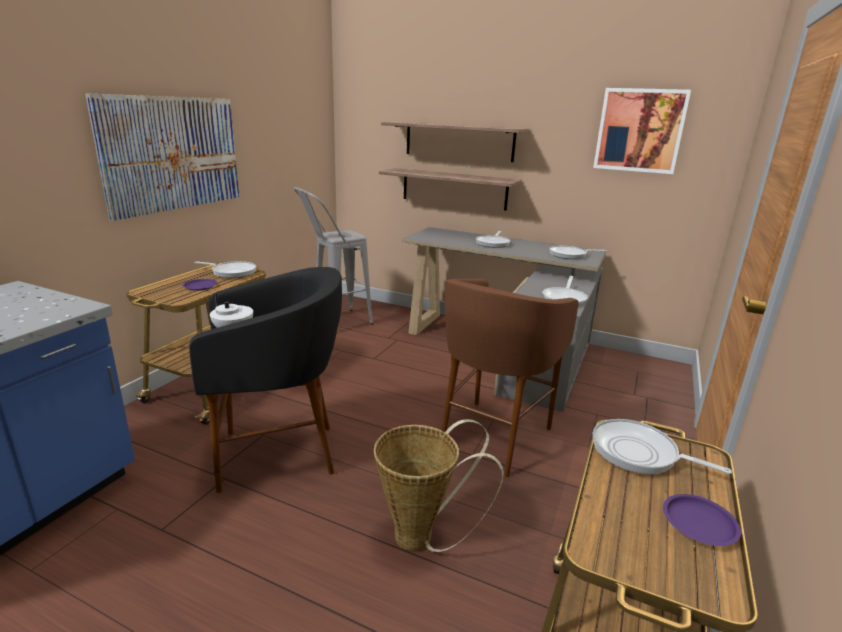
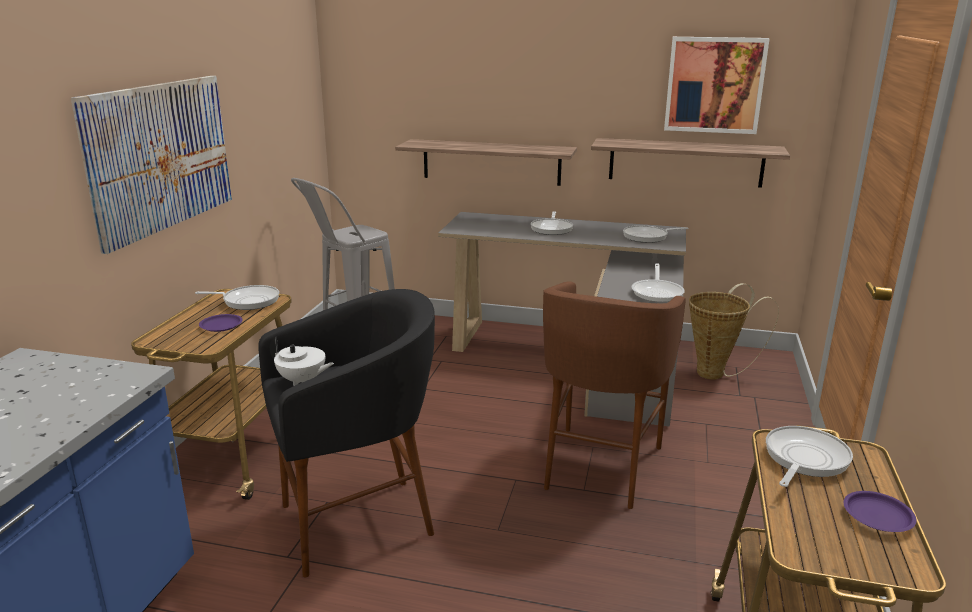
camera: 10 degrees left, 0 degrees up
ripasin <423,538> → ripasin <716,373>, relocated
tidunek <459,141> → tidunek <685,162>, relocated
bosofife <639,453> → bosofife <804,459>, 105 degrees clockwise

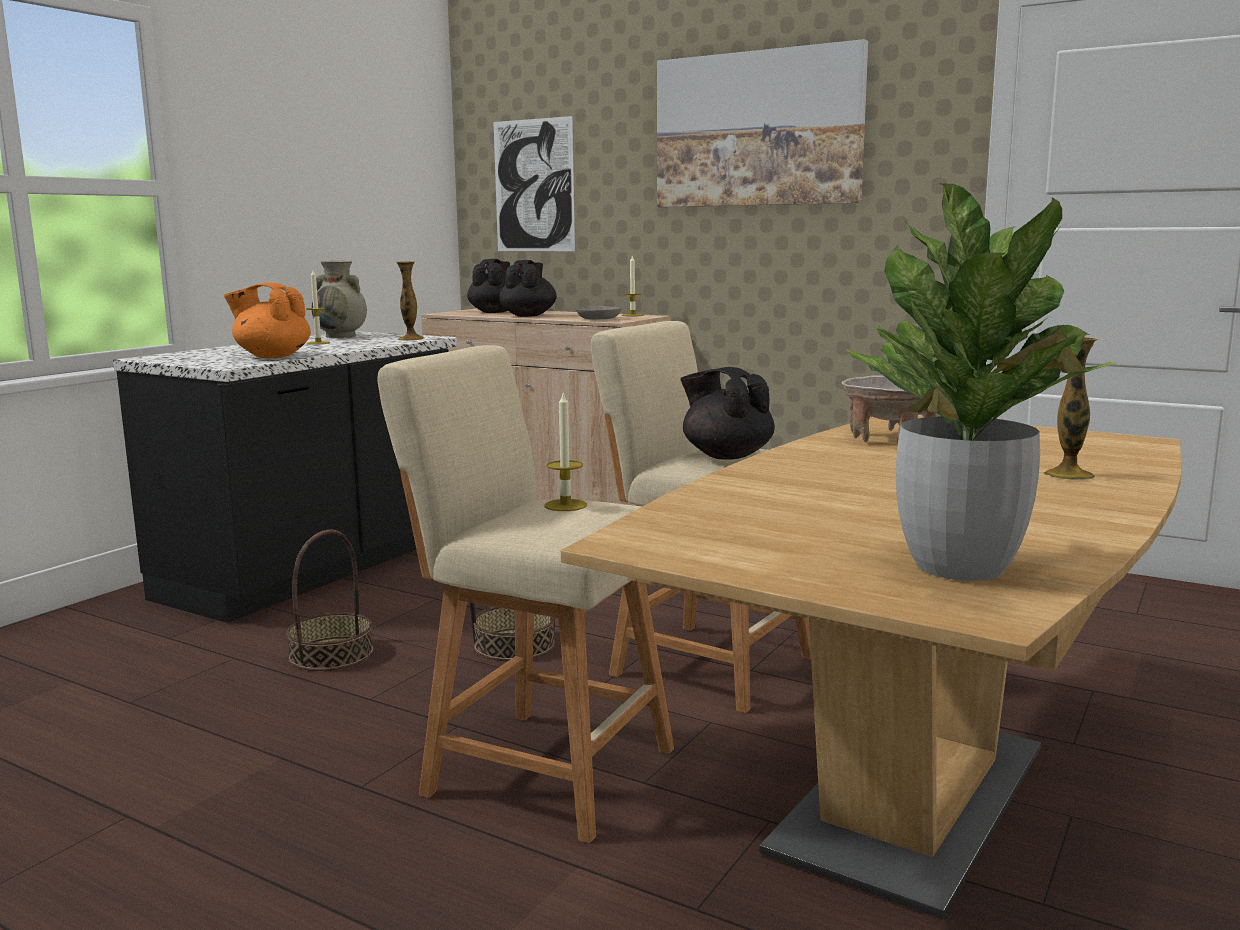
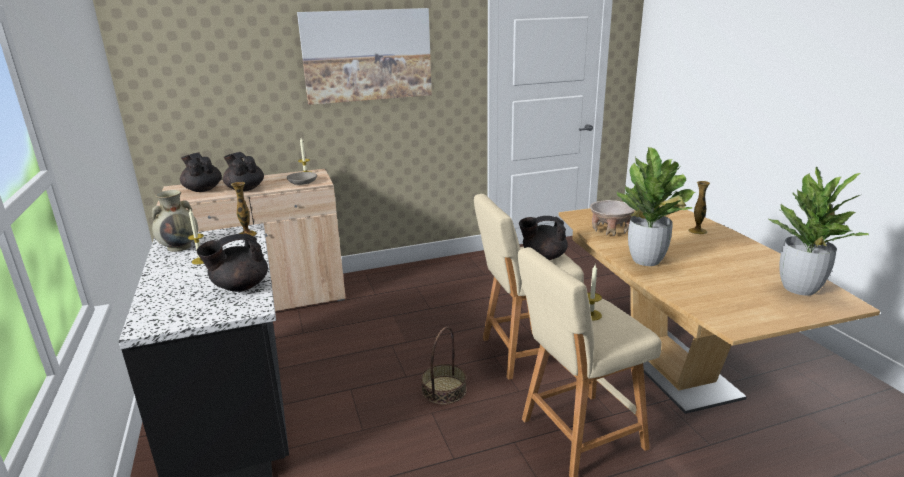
camera: 50 degrees left, 10 degrees up
ripasin <331,654> → -
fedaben <534,186> → -
- → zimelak <646,260>
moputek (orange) <272,356> → moputek (black) <239,287>

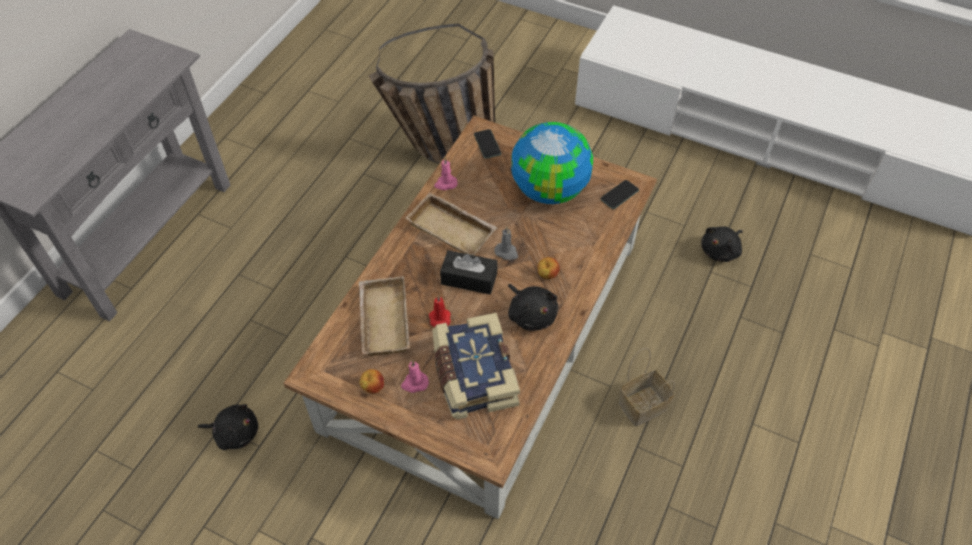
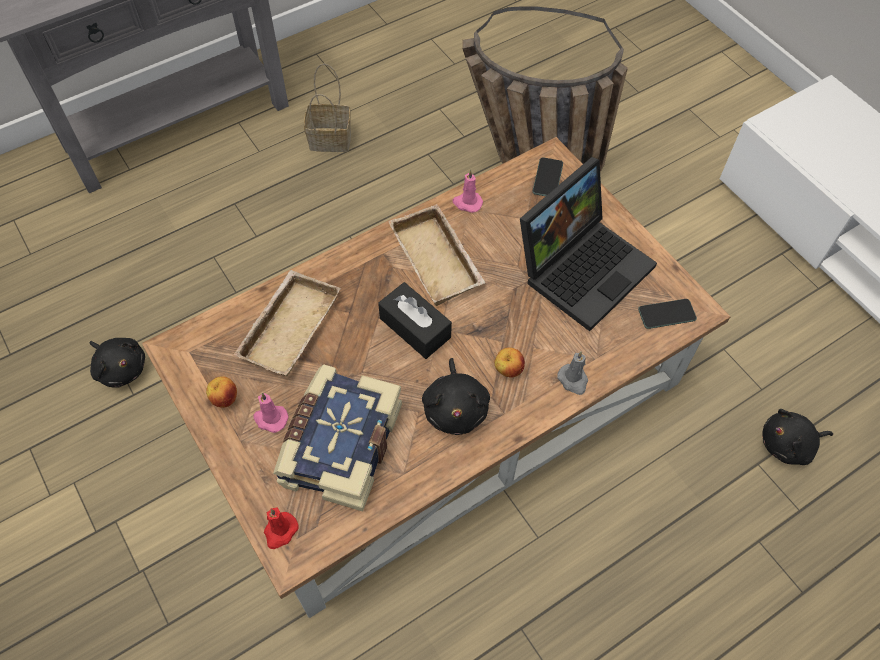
camera: 30 degrees right, 5 degrees up
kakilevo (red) <440,320> → kakilevo (red) <280,531>, relocated
kakilevo (grey) <506,252> → kakilevo (grey) <573,380>, relocated
ripasin <643,404> → ripasin <331,139>, relocated
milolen <549,189> → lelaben <583,265>

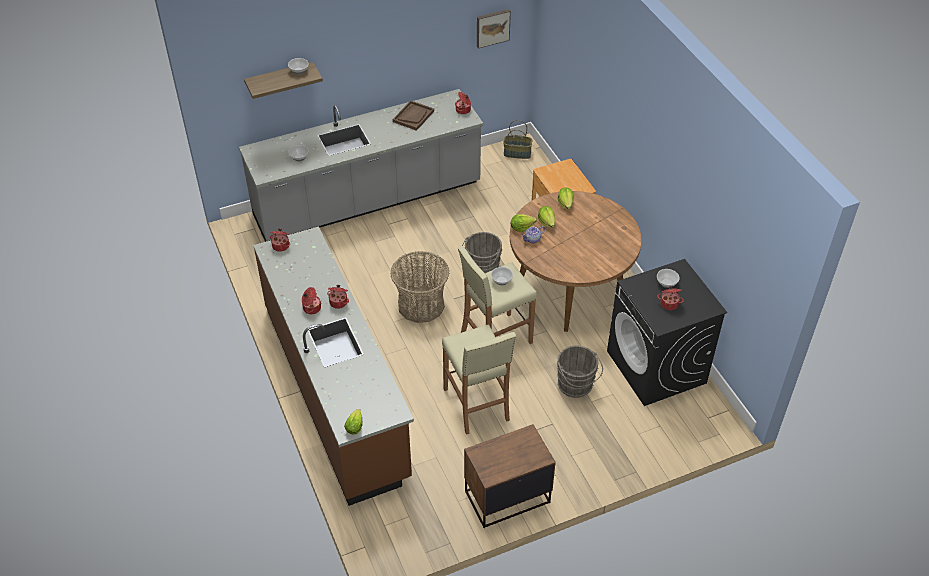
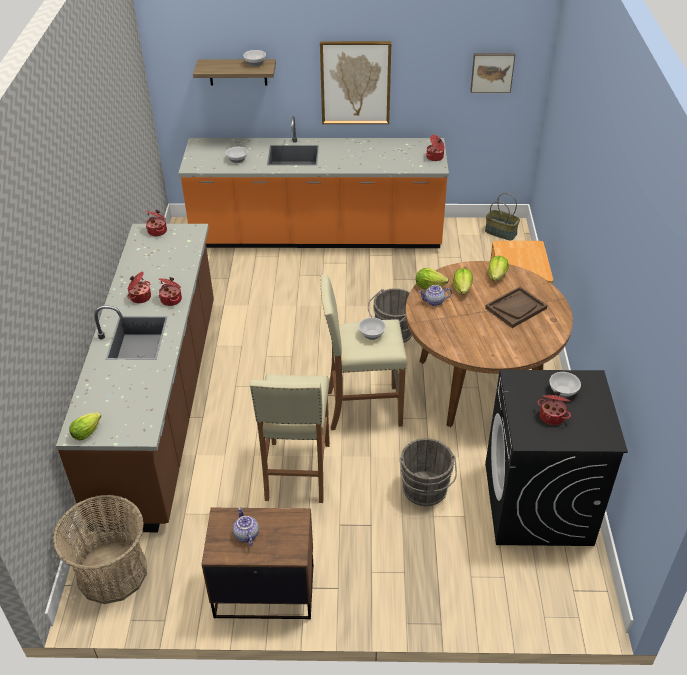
camera: 25 degrees right, 5 degrees down
- → moputek <246,535>
- → fedaben <355,83>
ripasin <421,305> → ripasin <112,572>, relocated
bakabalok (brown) <413,116> → bakabalok (brown) <516,308>, relocated
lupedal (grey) <368,201> → lupedal (orange) <317,236>

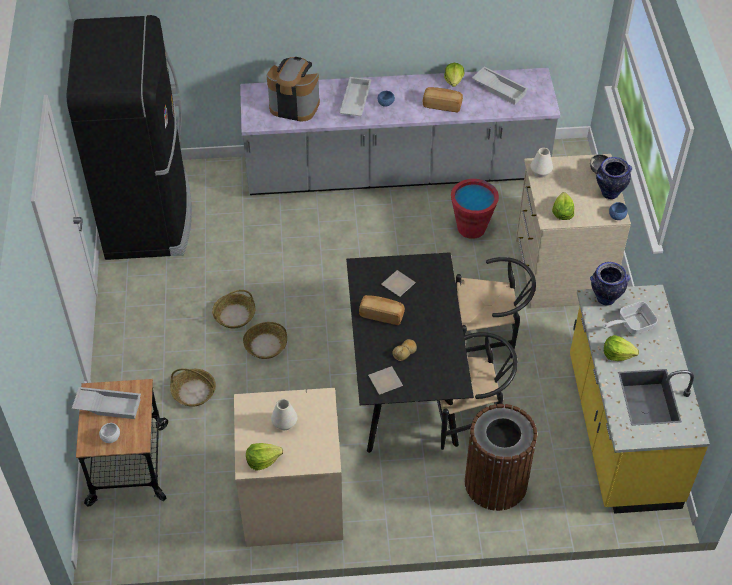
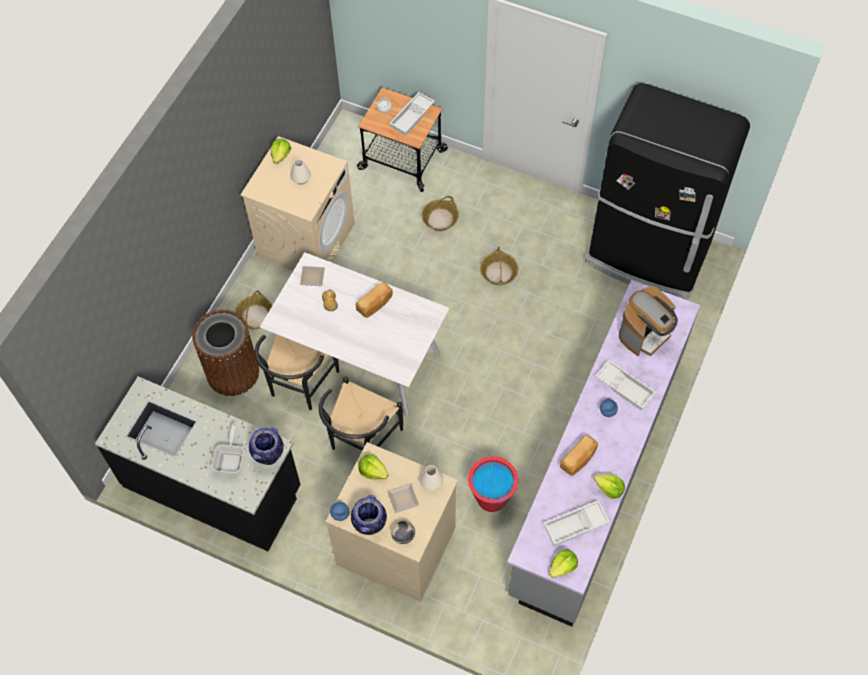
camera: 120 degrees right, 10 degrees up
ripasin <265,345> → ripasin <255,316>, relocated
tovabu <398,283> → tovabu <404,499>, relocated
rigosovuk <617,354> → rigosovuk <562,566>, relocated
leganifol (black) <403,381> → leganifol (white) <361,358>
lupedal (yellow) <620,432> → lupedal (black) <213,486>

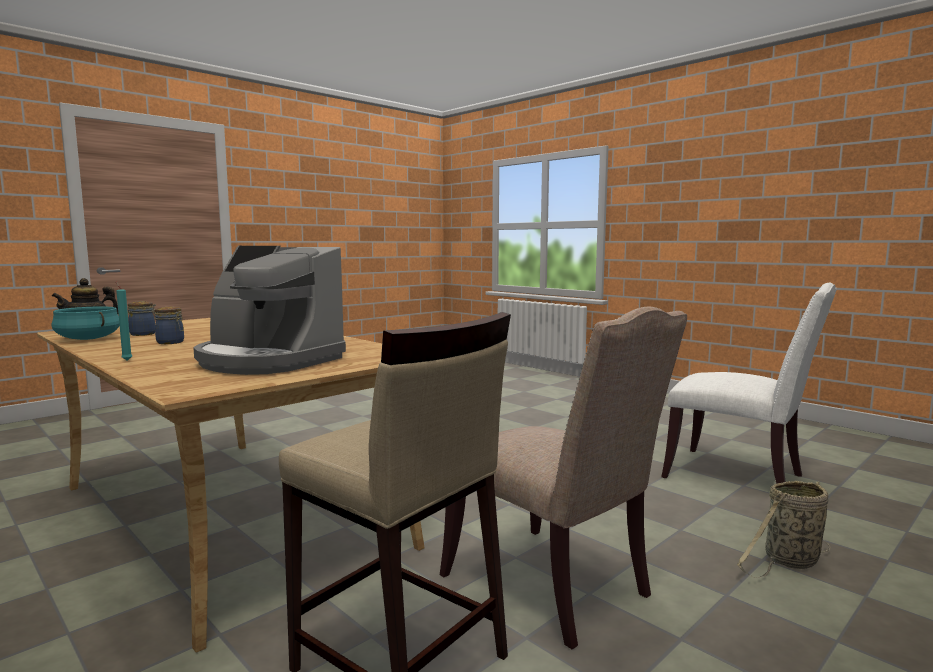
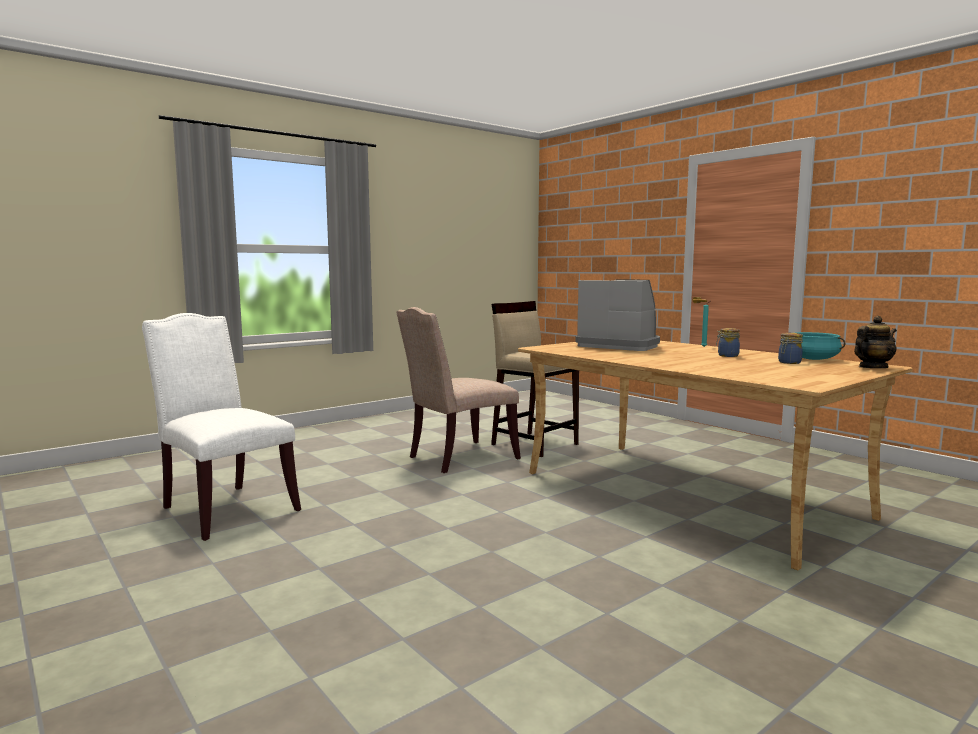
camera: 175 degrees left, 0 degrees up
ripasin <789,562> → -
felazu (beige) <553,587> → felazu (beige) <458,458>, 90 degrees counterclockwise

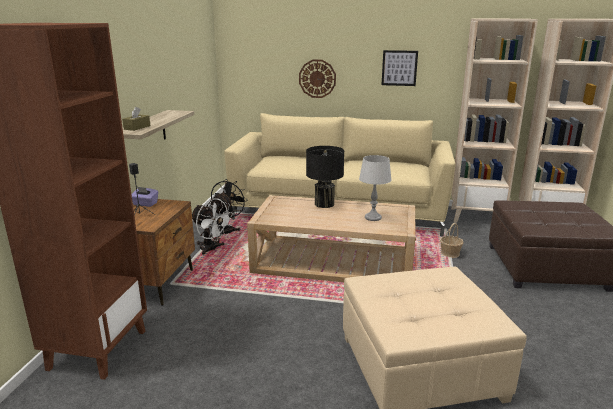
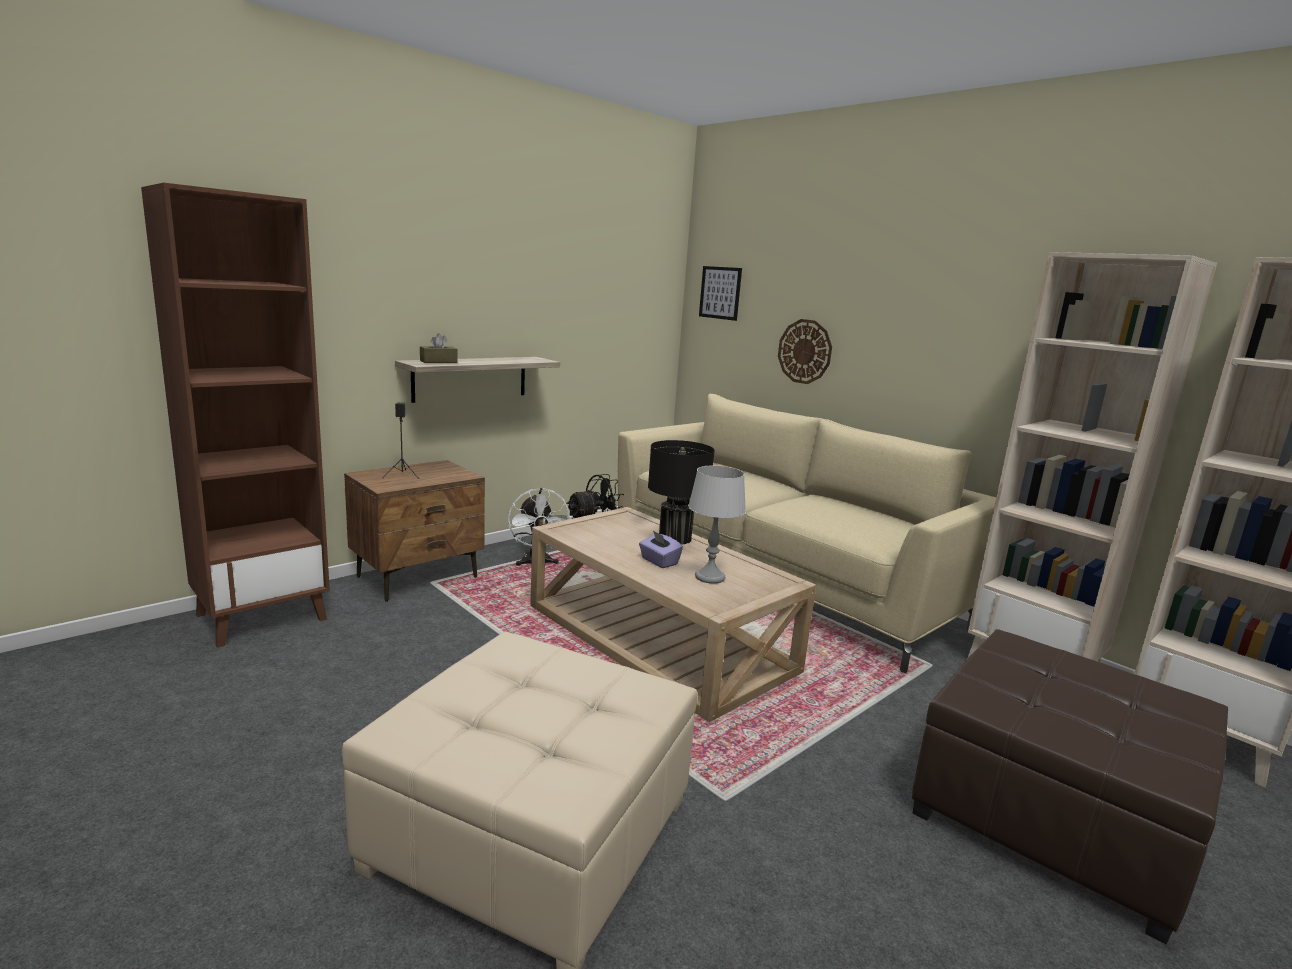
camera: 35 degrees right, 5 degrees down
ripasin <450,253> → -
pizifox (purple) <145,204> → pizifox (purple) <659,561>, relocated
fedaben <399,68> → fedaben <720,293>, relocated

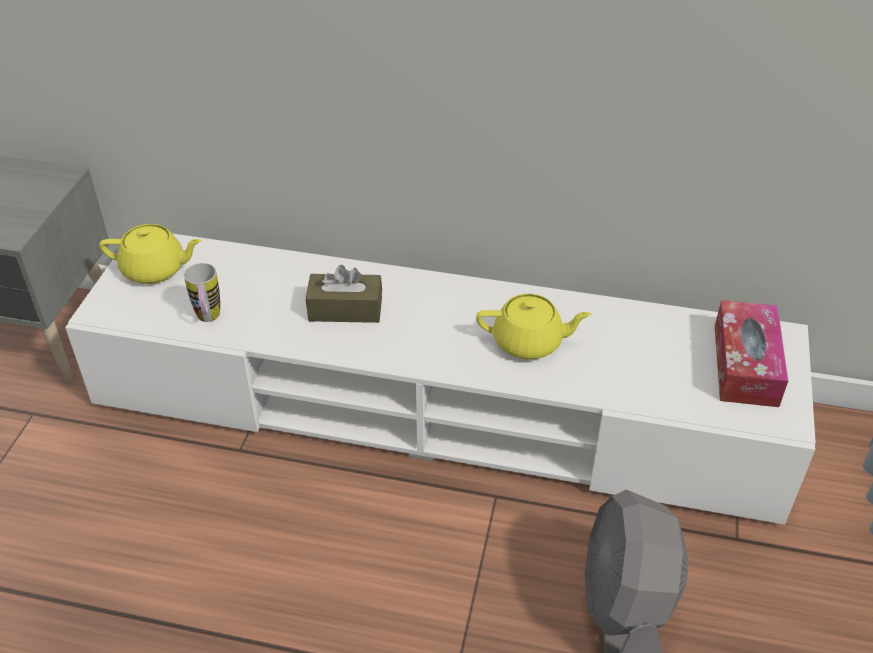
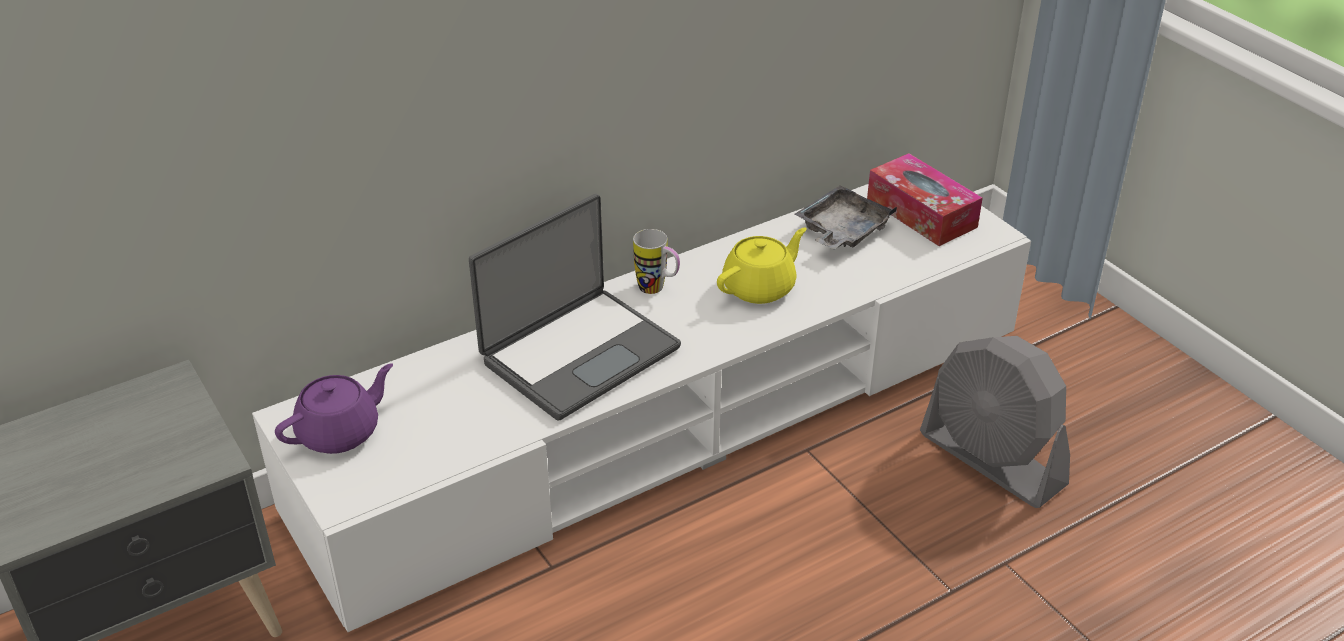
camera: 45 degrees left, 5 degrees down
- → bakabalok (grey) <842,231>
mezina <208,319> → mezina <657,289>, relocated
pizifox (brown) <345,309> → lelaben <578,353>
moputek (yellow) <155,270> → moputek (purple) <340,432>

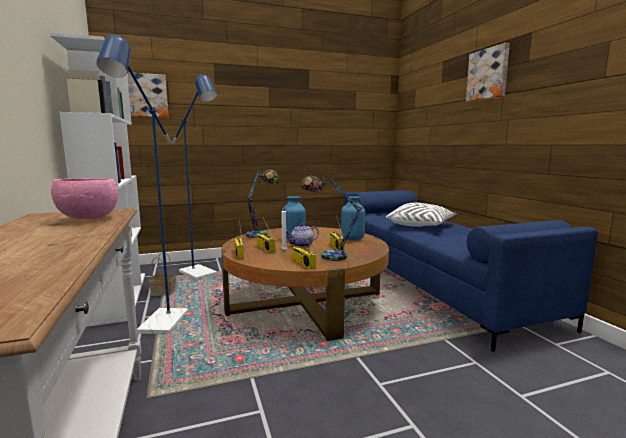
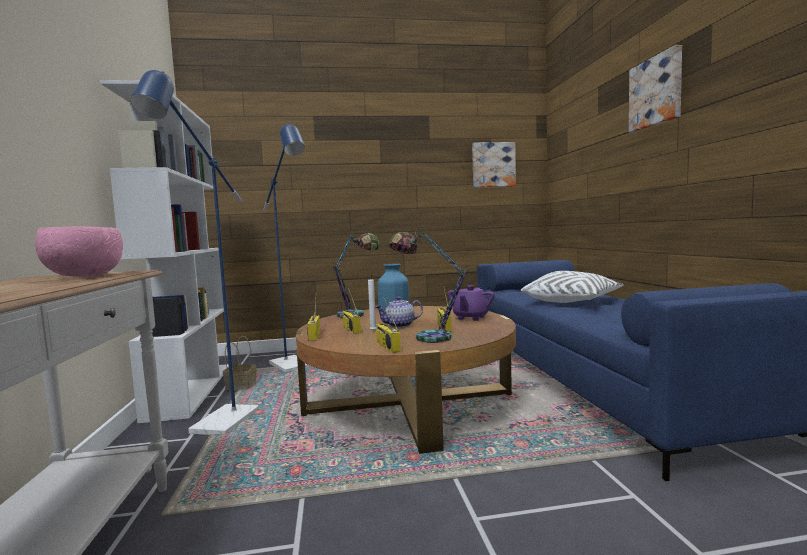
camera: 10 degrees right, 5 degrees down
fedaben <145,95> → fedaben <493,165>, relocated
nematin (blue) <352,238> → moputek (purple) <471,318>

